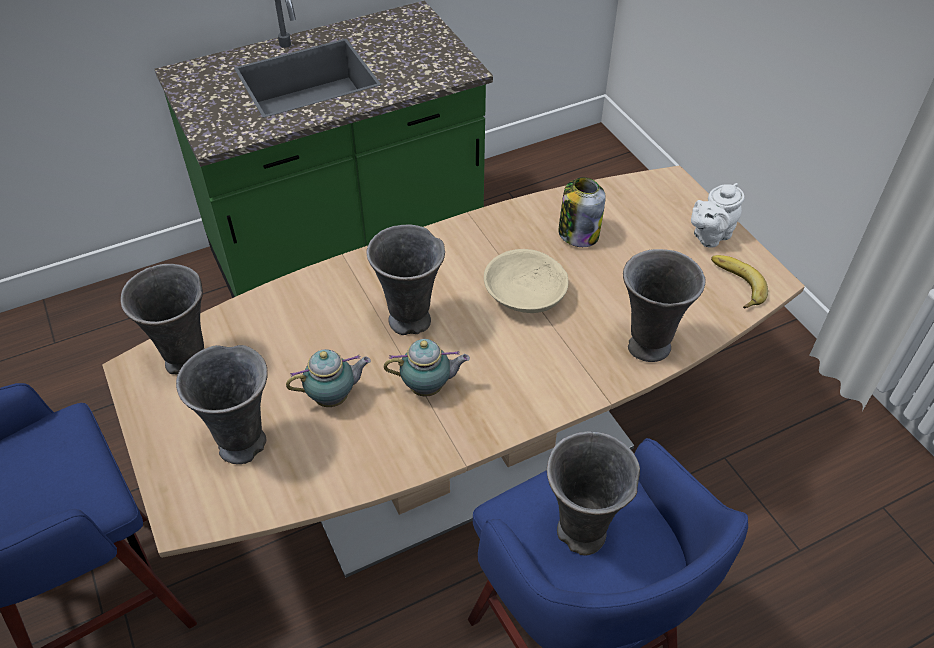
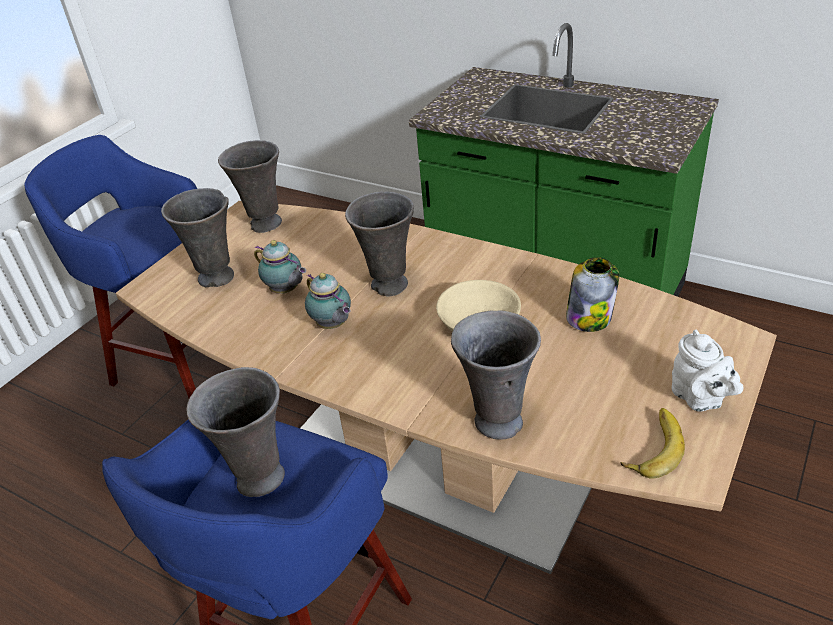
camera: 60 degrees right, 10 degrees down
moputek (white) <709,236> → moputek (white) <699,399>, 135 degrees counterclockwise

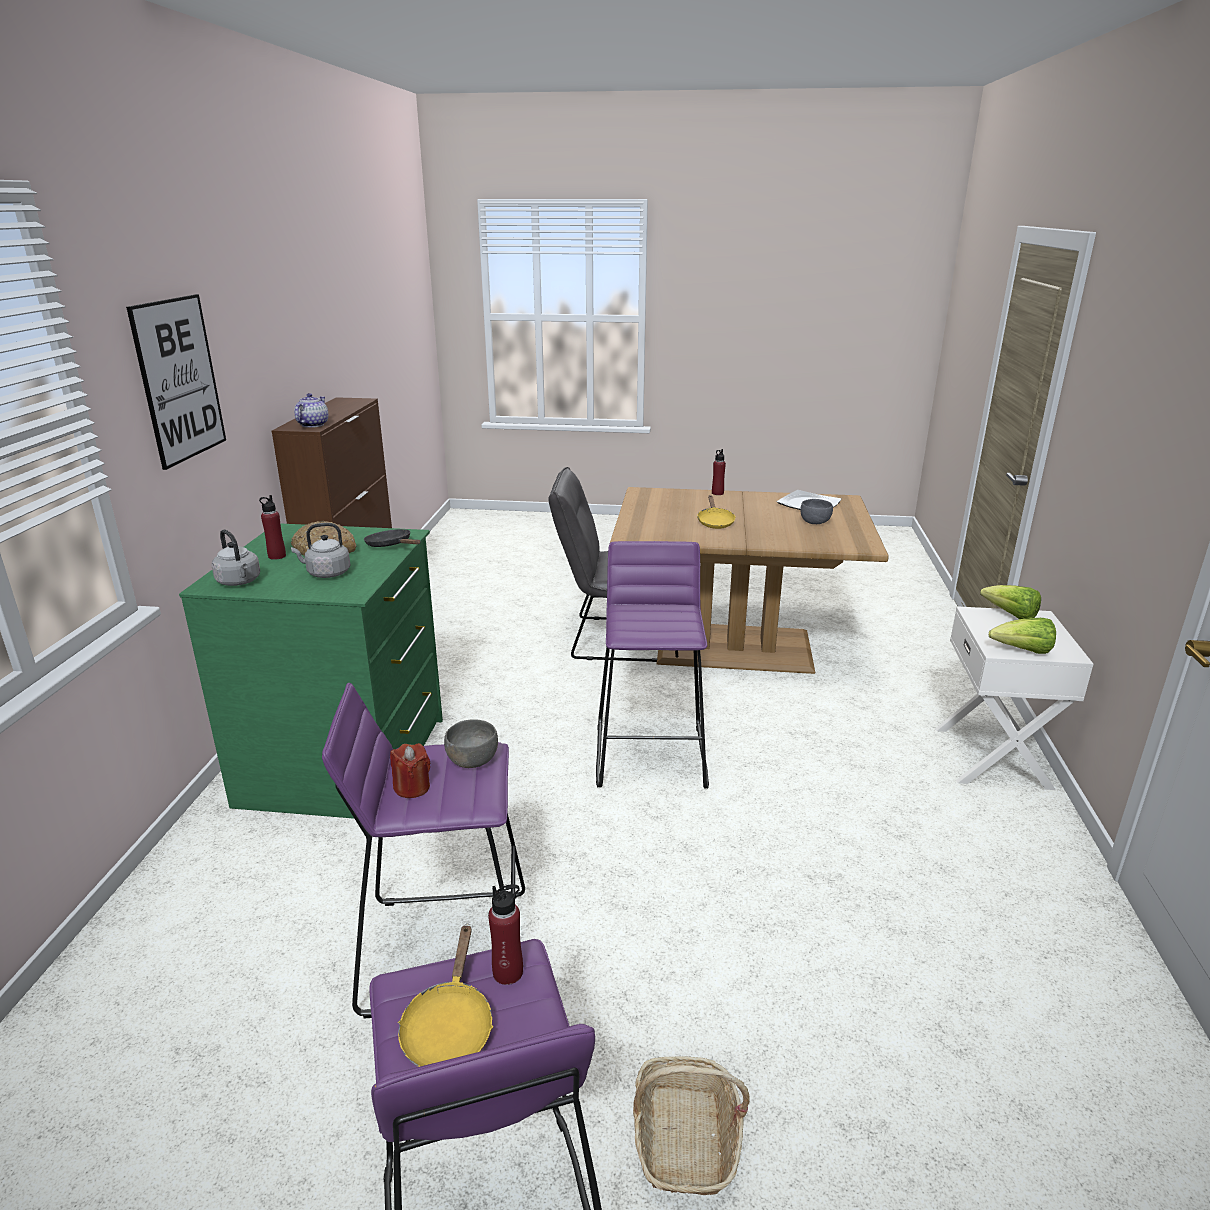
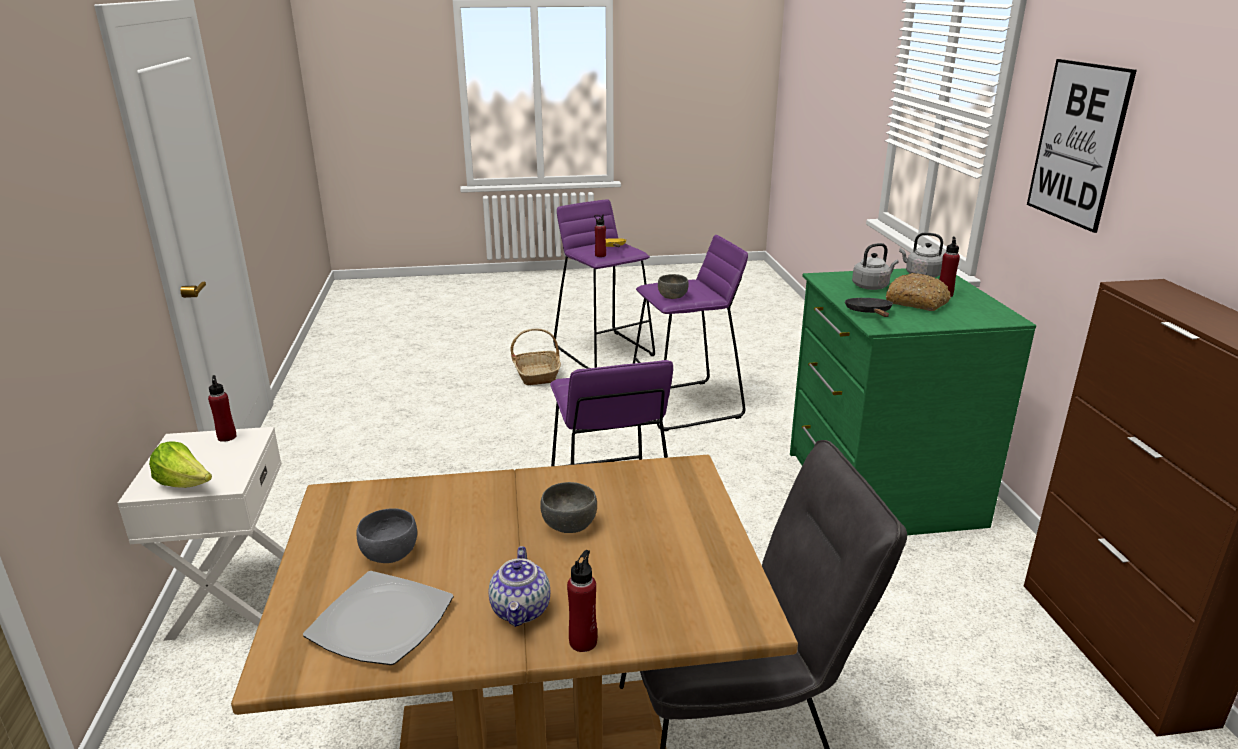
camera: 165 degrees right, 0 degrees up
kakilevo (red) <412,787> → -
moputek <312,425> → moputek <521,610>, relocated
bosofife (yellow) <715,522> → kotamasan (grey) <570,524>
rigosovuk <1022,651> → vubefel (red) <227,437>
bosofife (black) <391,546> → bosofife (black) <869,313>, 120 degrees counterclockwise

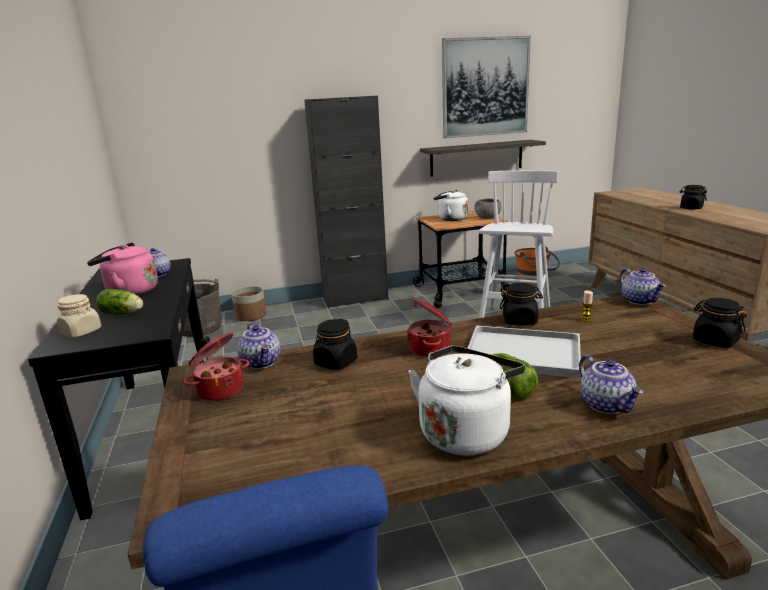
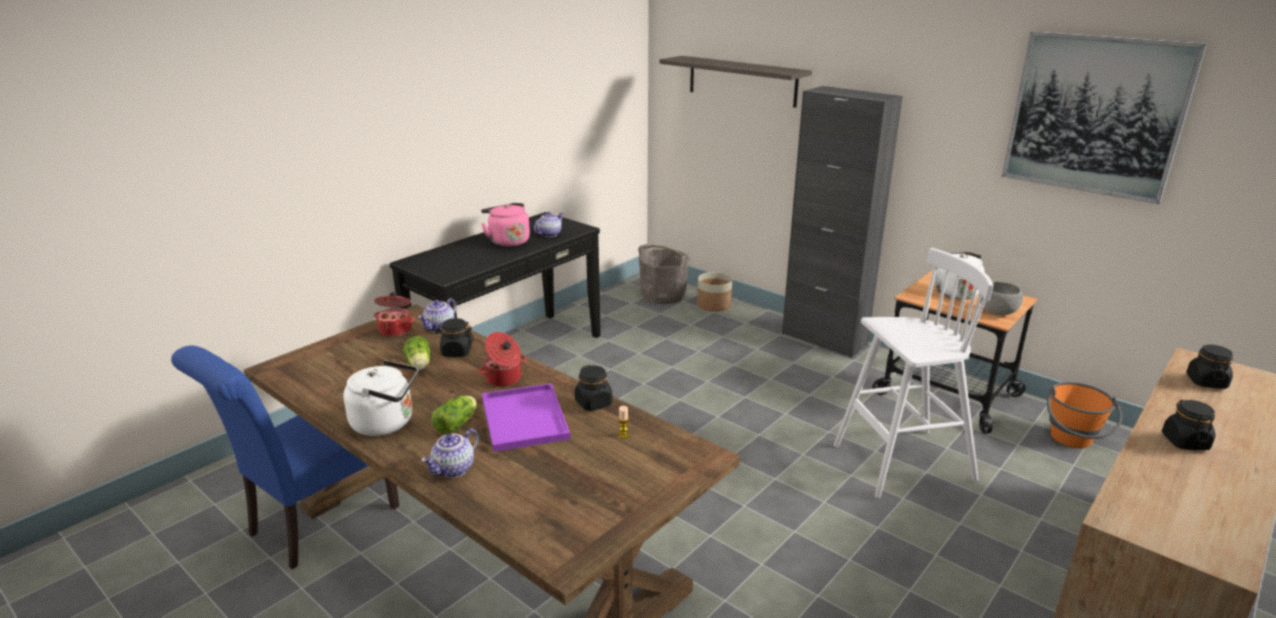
camera: 55 degrees right, 5 degrees up
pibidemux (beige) <81,332> → -
moputek <640,301> → -
rigosovuk <123,313> → rigosovuk <419,365>, relocated
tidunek <476,158> → tidunek <742,81>, relocated
pibidemux (black) <715,341> → pibidemux (black) <1206,382>, relocated
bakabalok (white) <520,353> → bakabalok (purple) <523,417>

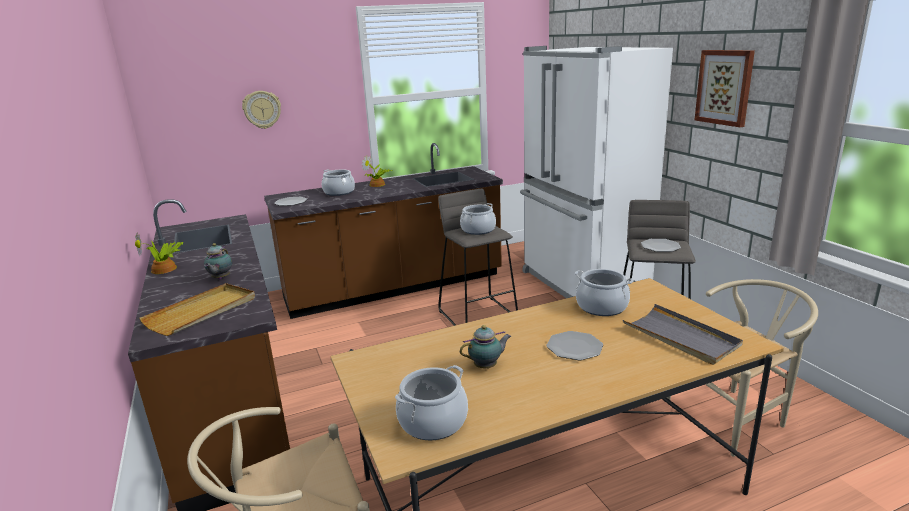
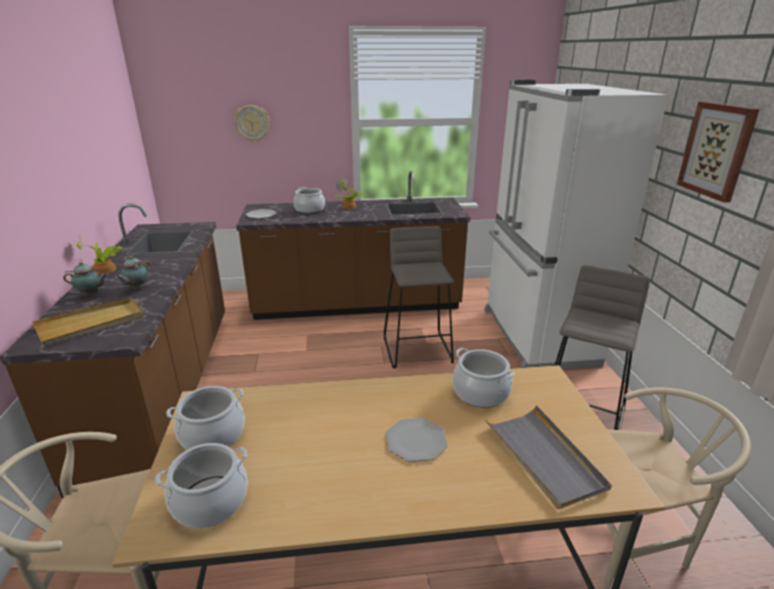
camera: 15 degrees right, 5 degrees up
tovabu <660,246> → -
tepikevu <478,230> → tepikevu <212,435>, relocated
moputek <487,366> → moputek <91,294>, relocated

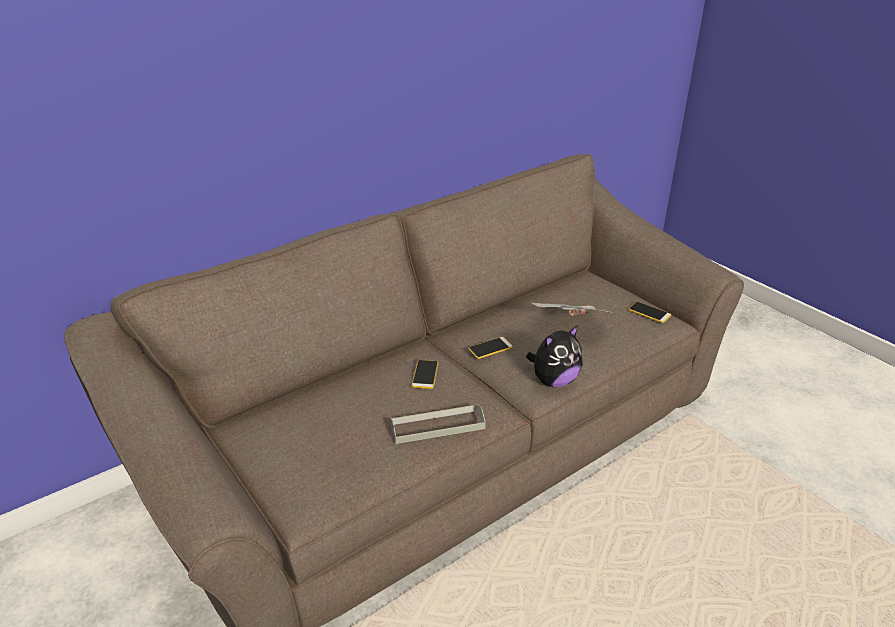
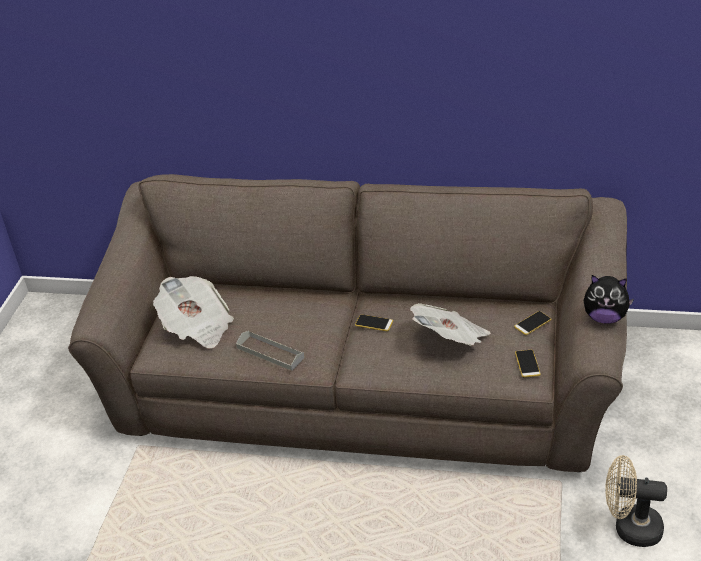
camera: 50 degrees right, 5 degrees up
- → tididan <197,327>
- → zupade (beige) <630,528>
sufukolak <425,375> → sufukolak <532,323>, relocated
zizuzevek <554,381> → zizuzevek <605,317>, relocated

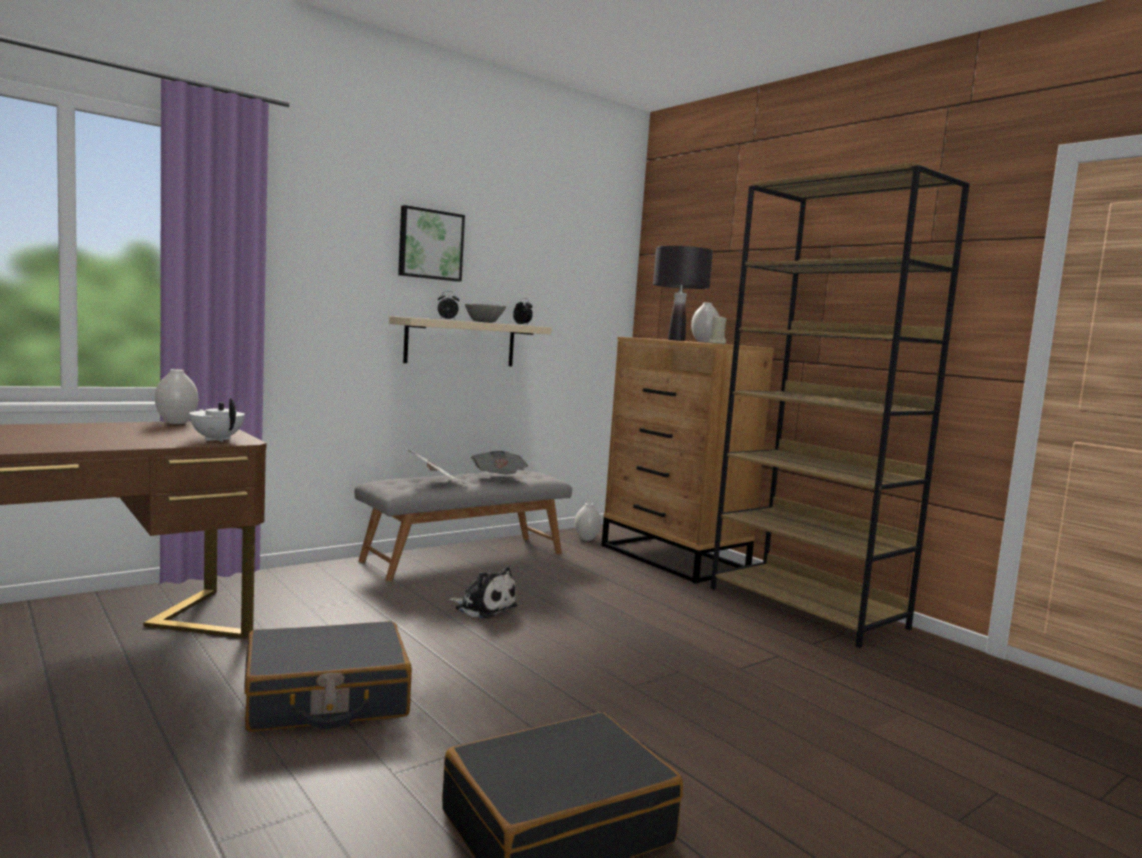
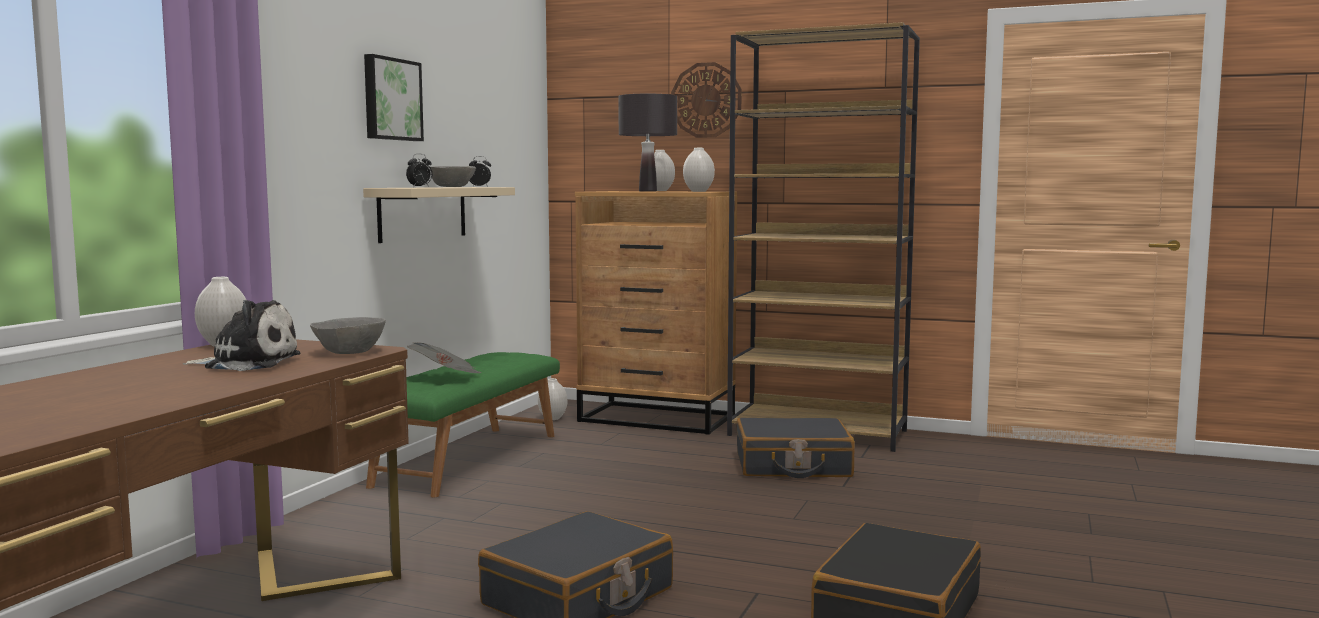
camera: 30 degrees left, 0 degrees up
tididan <499,479> → -
- → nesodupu <706,100>
- → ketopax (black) <792,466>
zizuzevek <483,607> → zizuzevek <248,363>, relocated
moputek (white) <217,439> → kotamasan (grey) <349,352>
kakilevo (beige) <716,343> → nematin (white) <698,191>
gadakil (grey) <464,556> → gadakil (green) <467,459>

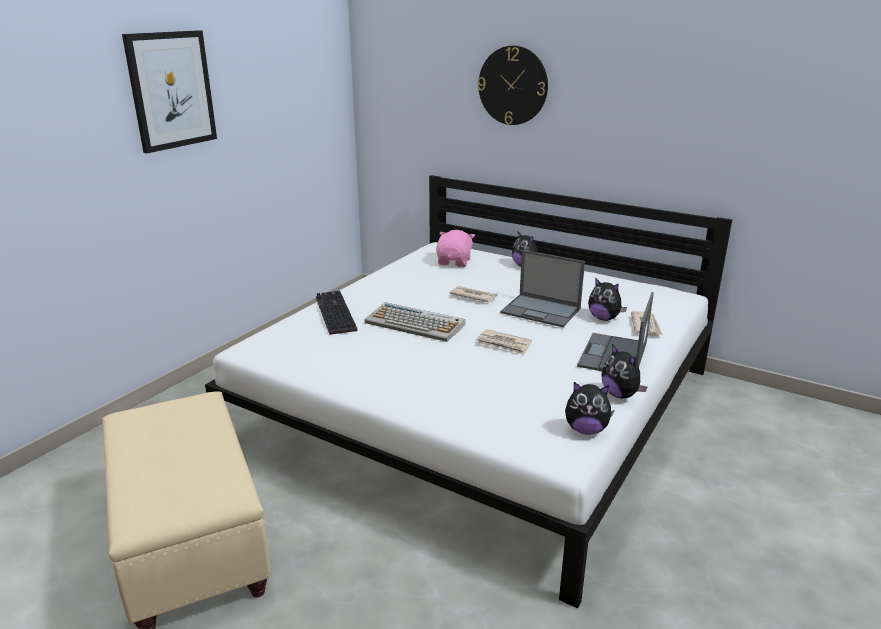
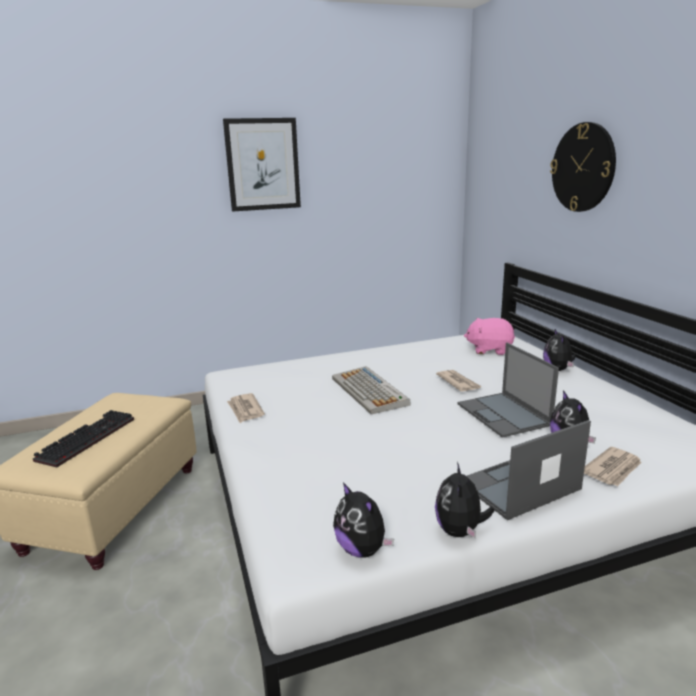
camera: 40 degrees right, 5 degrees down
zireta <333,314> → zireta <87,438>, relocated
tididan <504,344> → tididan <245,410>, relocated
zizuzevek (pink) <454,262> → zizuzevek (pink) <489,350>, 135 degrees counterclockwise

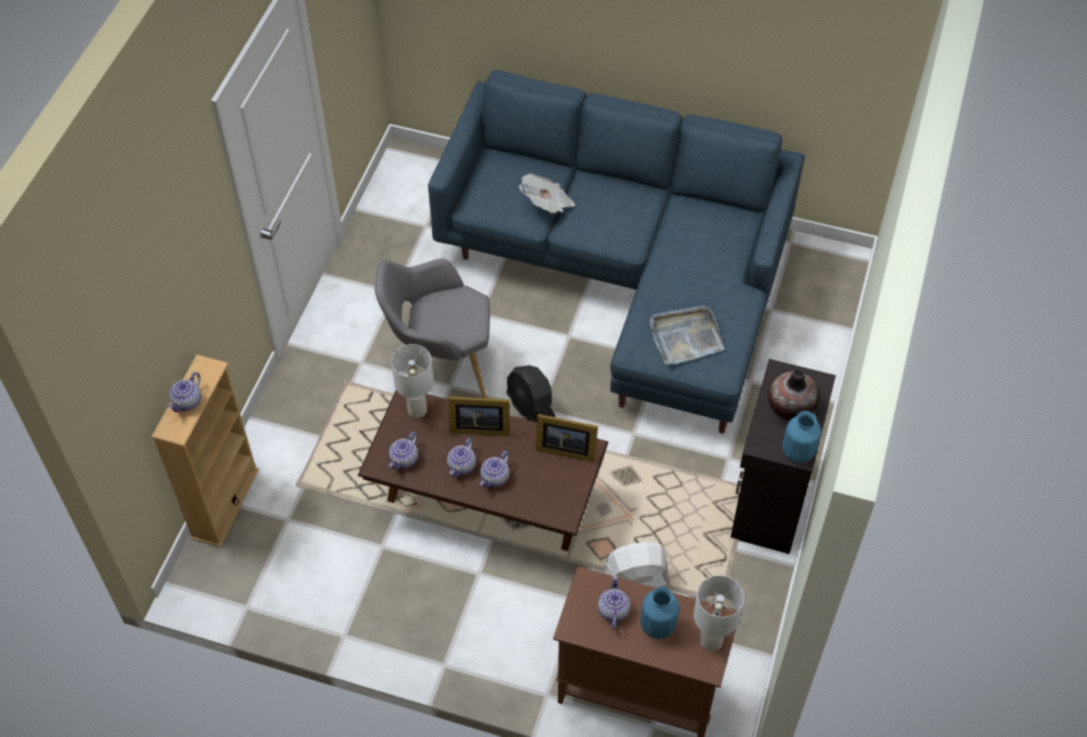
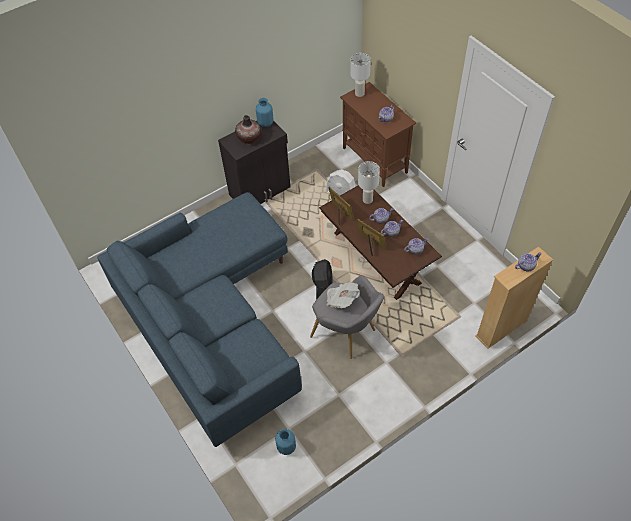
camera: 140 degrees left, 0 degrees up
bakabalok (grey) <685,337> → -
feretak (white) <417,410> → feretak (white) <367,199>, relocated
tididan <547,204> → tididan <341,299>, relocated
nematin (blue) <657,625> → nematin (blue) <286,447>, relocated

